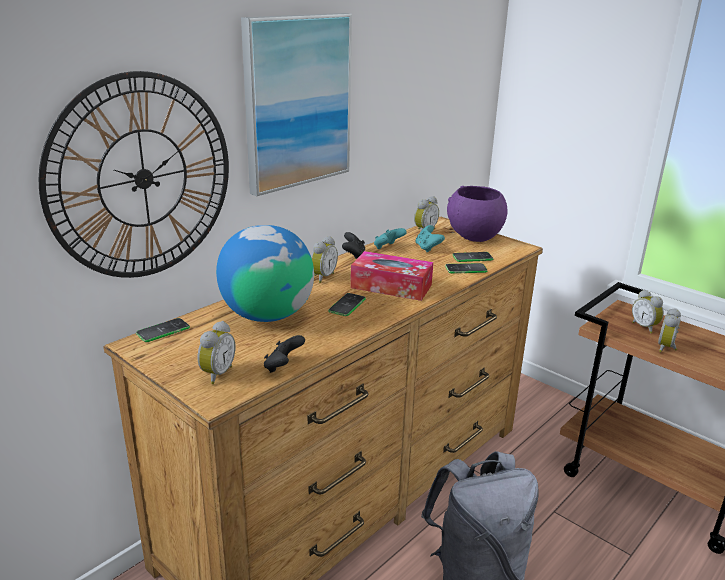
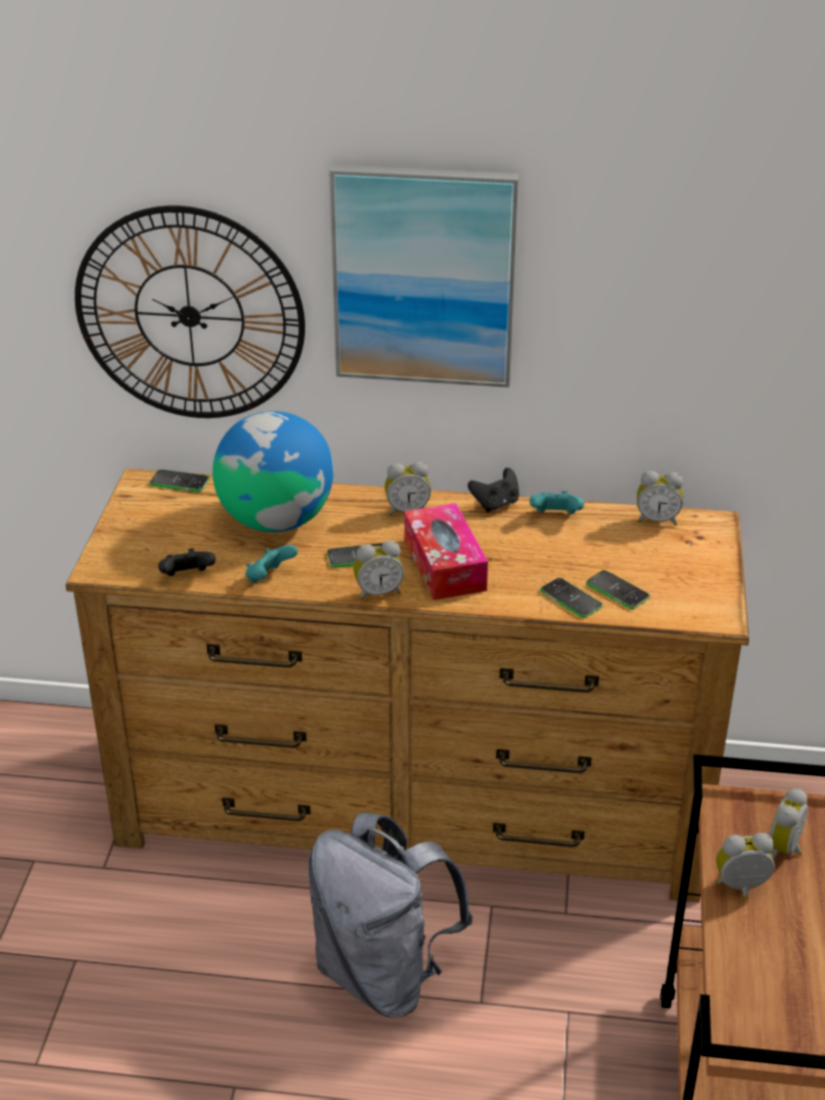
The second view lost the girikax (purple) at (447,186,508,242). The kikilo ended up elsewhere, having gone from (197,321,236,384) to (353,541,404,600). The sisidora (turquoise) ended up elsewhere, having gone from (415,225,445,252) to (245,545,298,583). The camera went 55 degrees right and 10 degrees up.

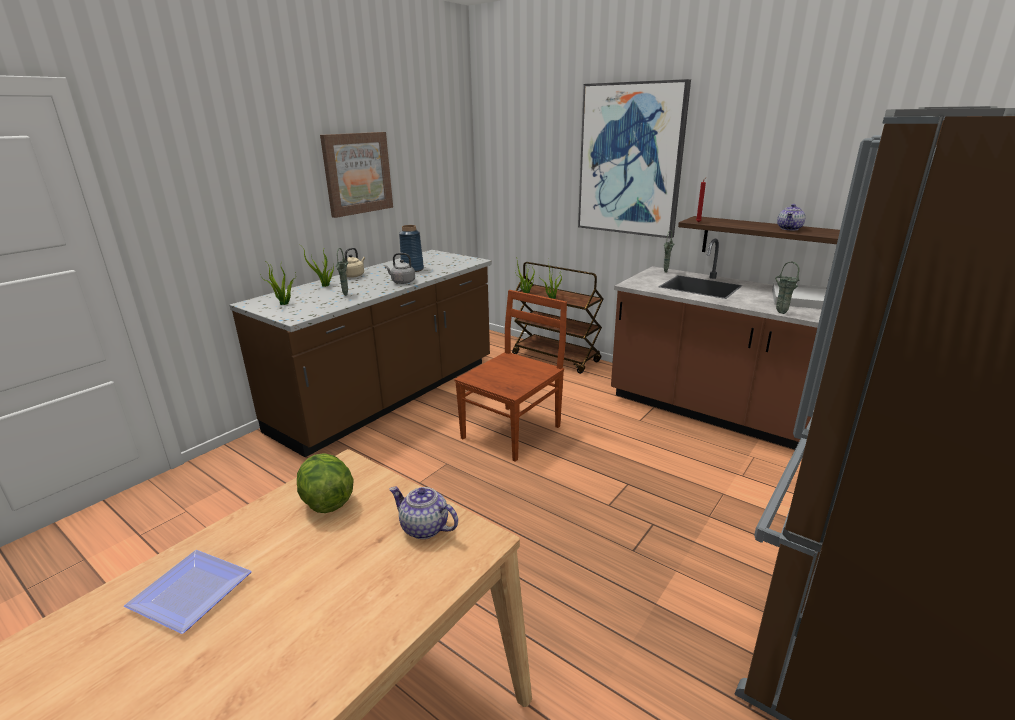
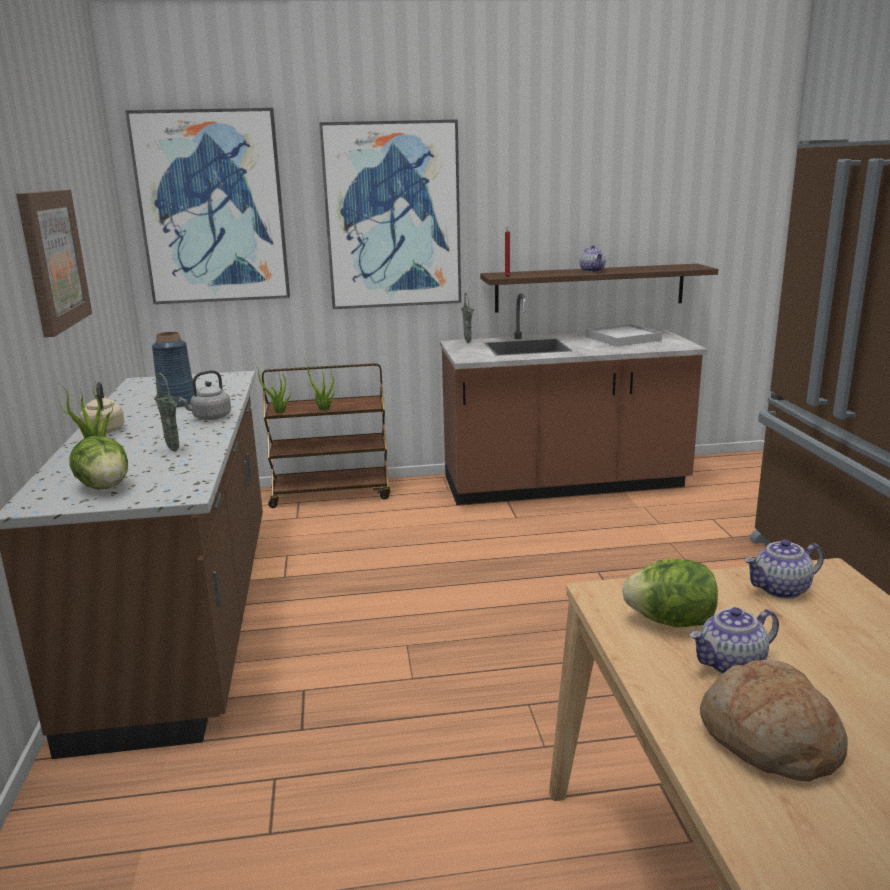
The second view lost the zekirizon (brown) at (454,290,567,462). The second view lost the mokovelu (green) at (775,262,800,314). The second view gained the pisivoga at (125,108,290,304). The second view gained the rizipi at (689,607,779,674). Where the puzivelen stood at (124,550,251,634), the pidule came to stand at (700,660,848,782). Where the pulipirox stood at (260,263,296,305), the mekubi came to stand at (69,436,128,489). The camera went 45 degrees left and 5 degrees down.

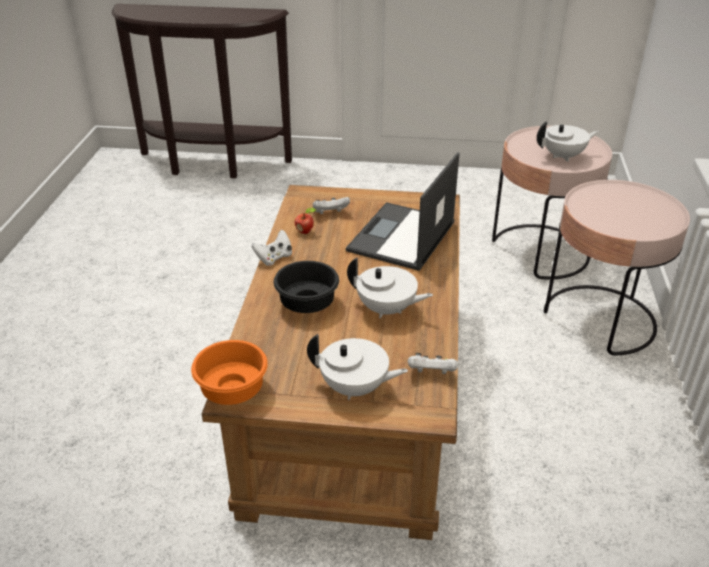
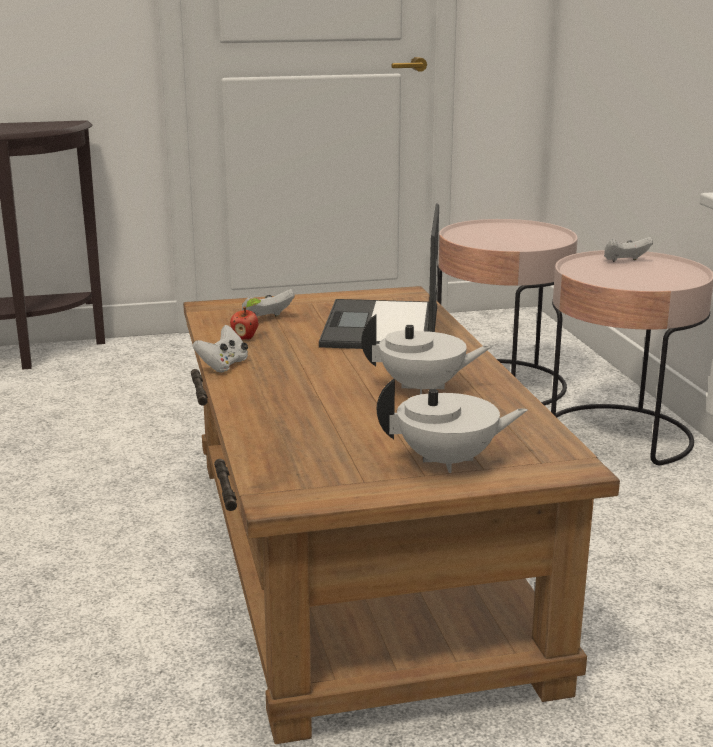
The second view lost the girikax (orange) at (191,340,268,405). The second view lost the girikax (black) at (274,261,339,313). The second view lost the rizipi (white) at (537,122,599,162). The sisidora (white) ended up elsewhere, having gone from (408,353,459,374) to (604,237,653,262). The camera went 20 degrees left and 15 degrees down.

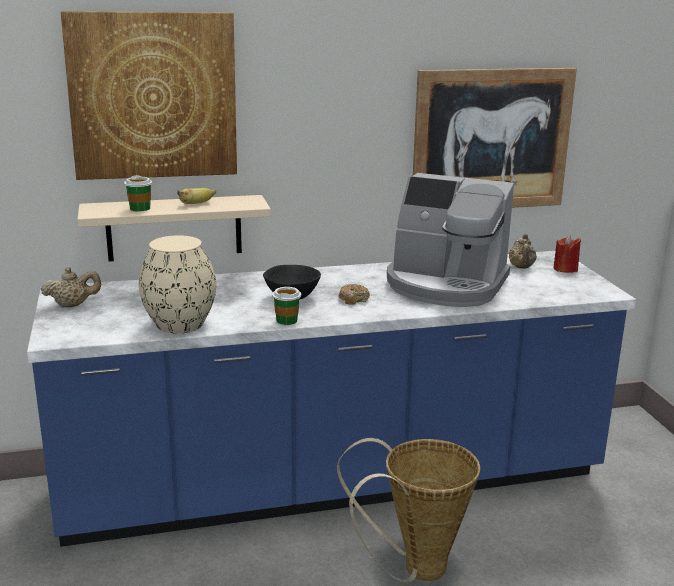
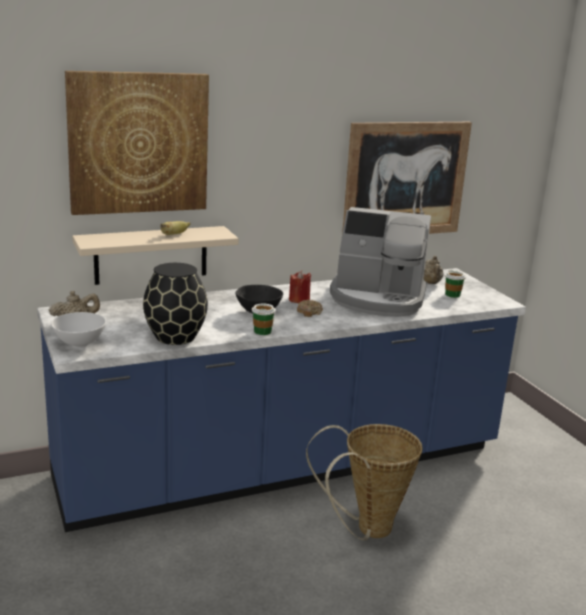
The second view gained the girikax (white) at (51,312,106,348). The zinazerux ended up elsewhere, having gone from (124,175,152,212) to (445,270,466,298). The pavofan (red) ended up elsewhere, having gone from (553,235,581,273) to (289,270,311,303). What was the mokovelu (beige) at (139,235,216,333) turned into the mokovelu (black) at (143,263,208,345). The camera went 10 degrees left and 0 degrees up.

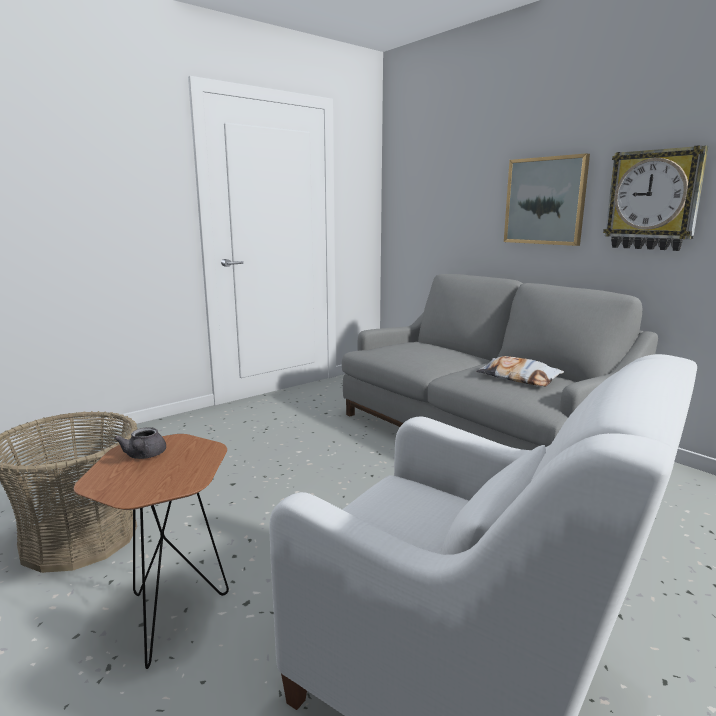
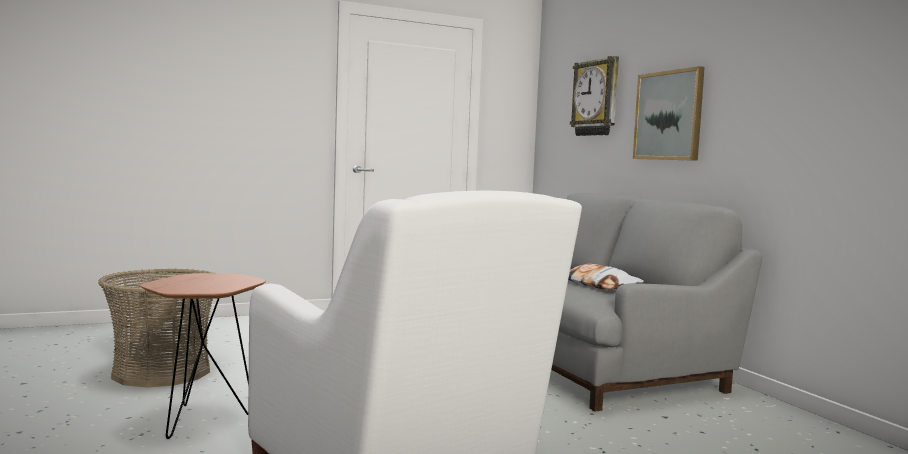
The second view lost the rizipi (grey) at (114,427,166,459). The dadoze ended up elsewhere, having gone from (603,145,708,251) to (570,56,619,136). The camera went 15 degrees right and 10 degrees down.

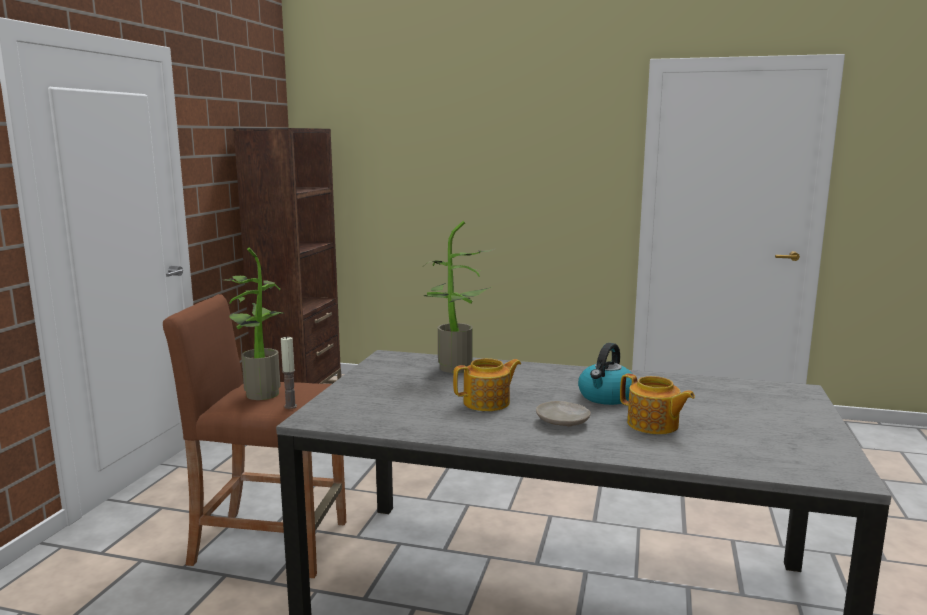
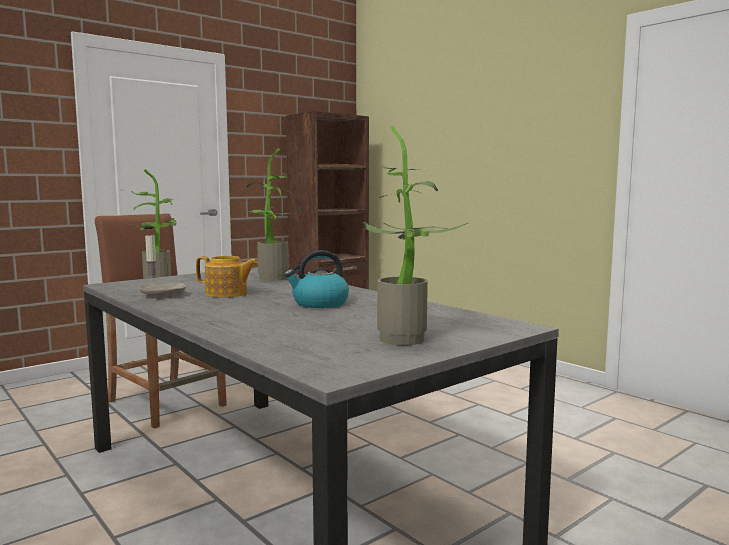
The second view lost the rizipi at (620,373,695,435). The second view gained the pulipirox at (363,126,469,346). The puzivelen (beige) ended up elsewhere, having gone from (536,401,591,427) to (139,282,186,298). The camera went 35 degrees right and 5 degrees down.

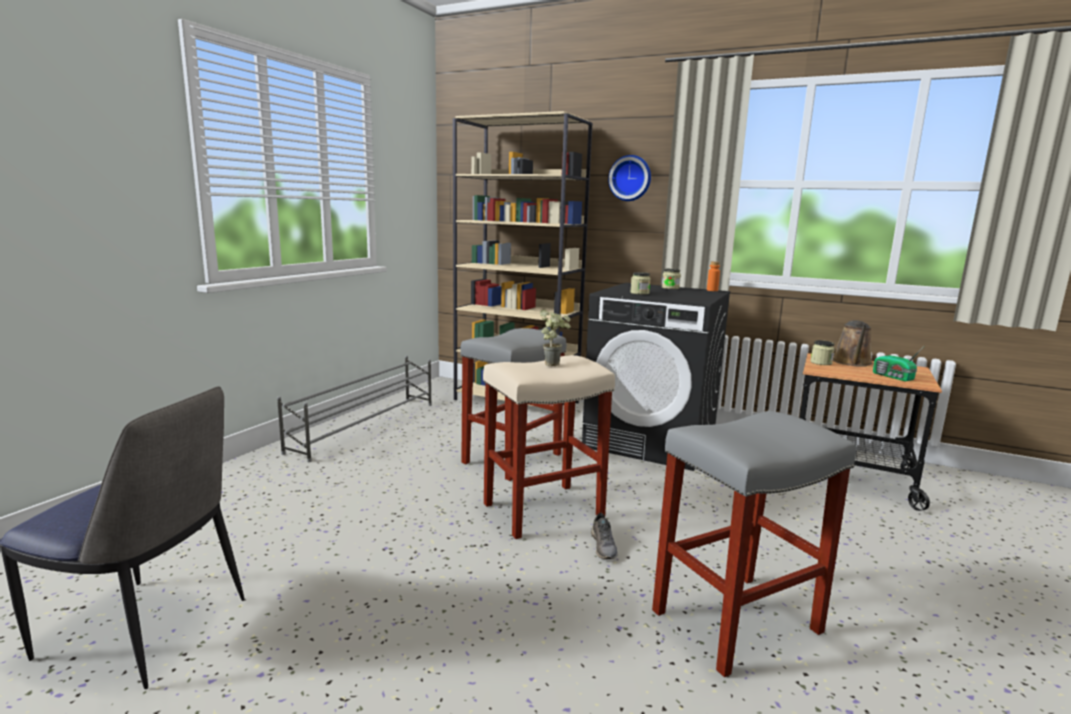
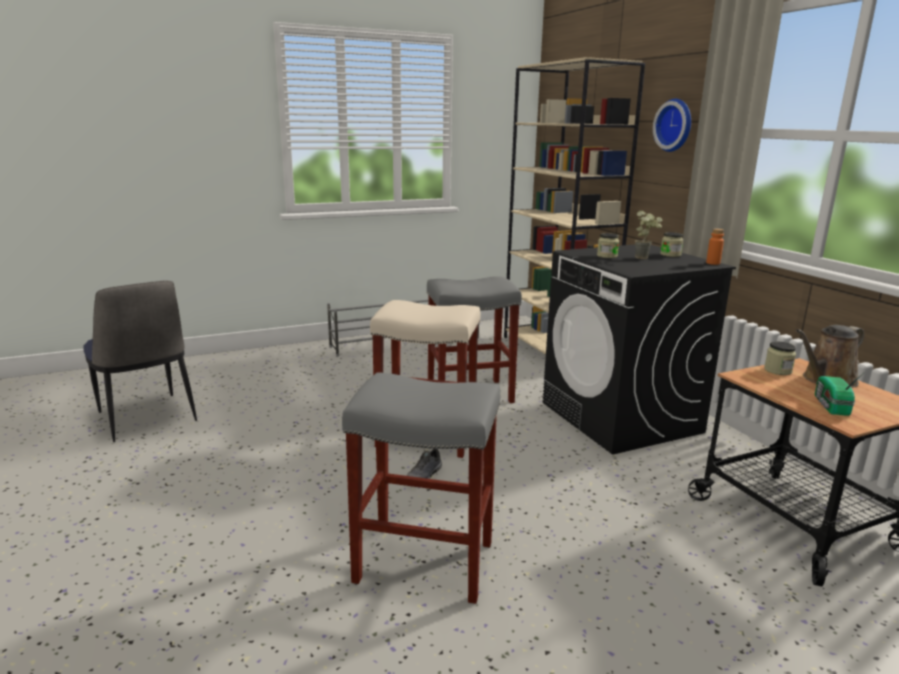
The pulipirox ended up elsewhere, having gone from (540,310,571,366) to (635,210,662,259). The camera went 40 degrees right and 5 degrees up.

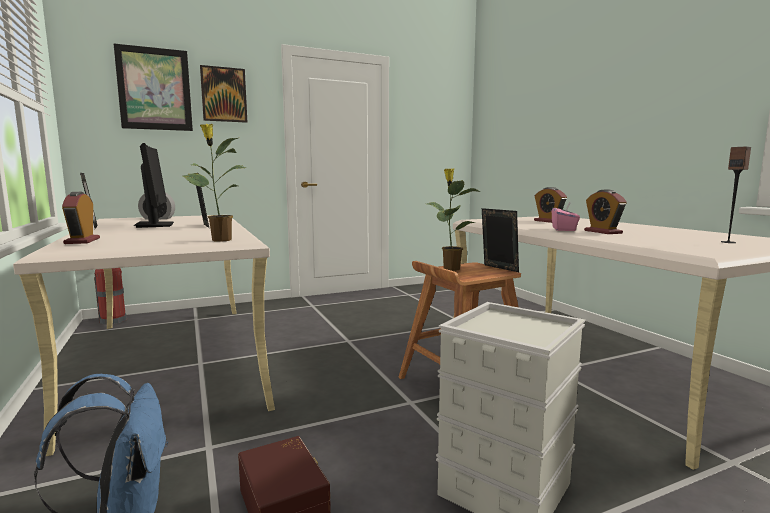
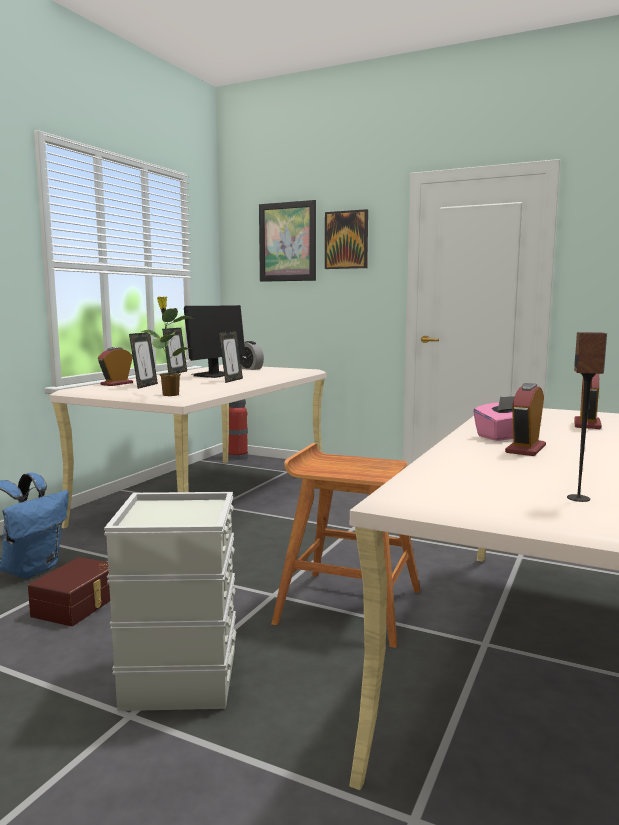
The second view lost the pulipirox at (427,168,481,271). The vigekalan ended up elsewhere, having gone from (482,208,519,272) to (129,333,158,389). The camera went 50 degrees right and 0 degrees up.

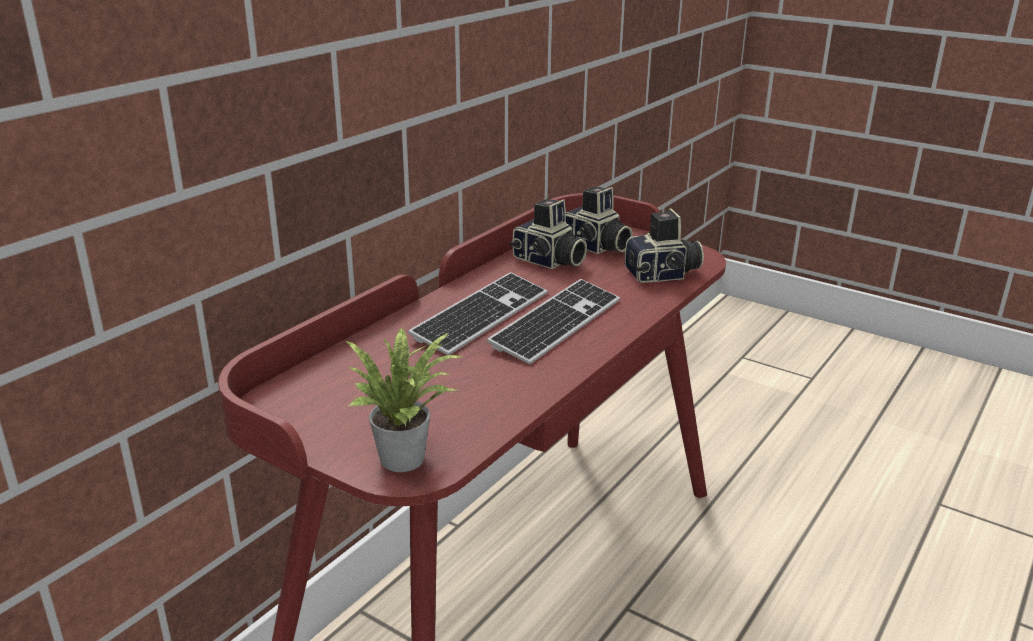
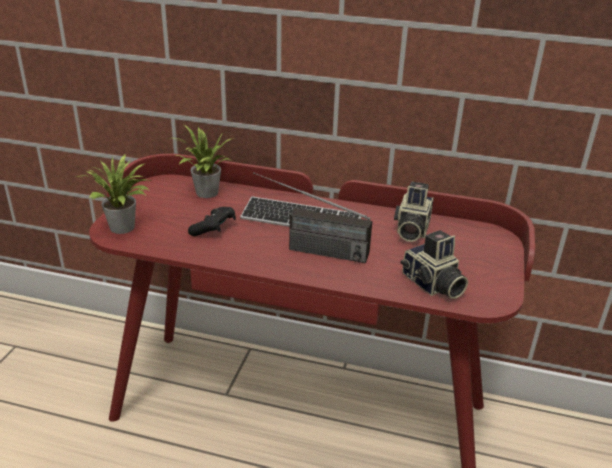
The second view lost the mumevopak at (566,186,633,254). The second view gained the pulipirox at (175,125,234,198). The second view gained the sisidora (black) at (188,207,236,236). Where the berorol stood at (487,279,620,364), the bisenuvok came to stand at (253,172,372,263). The camera went 70 degrees right and 5 degrees up.

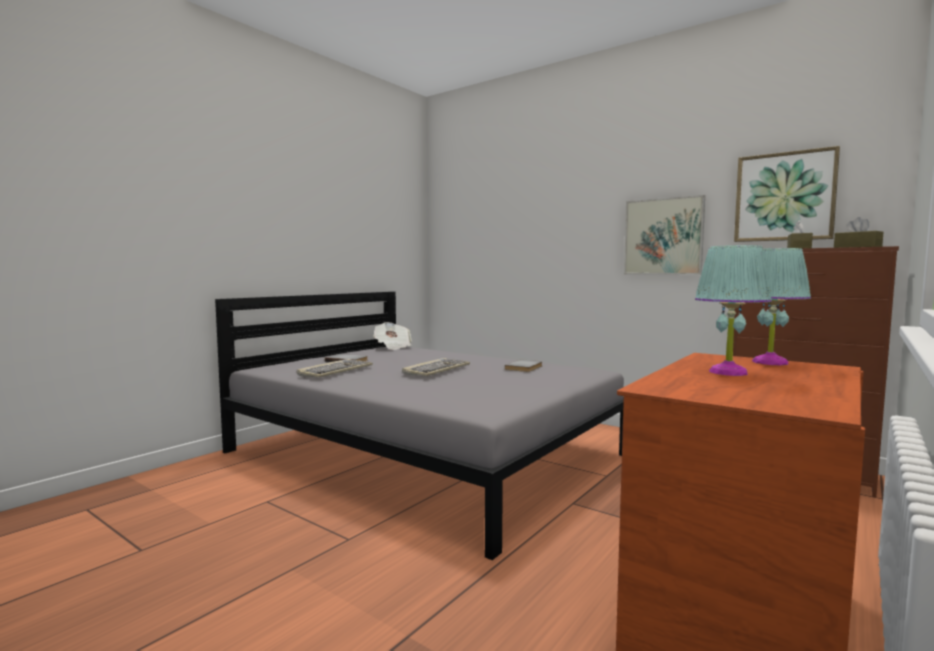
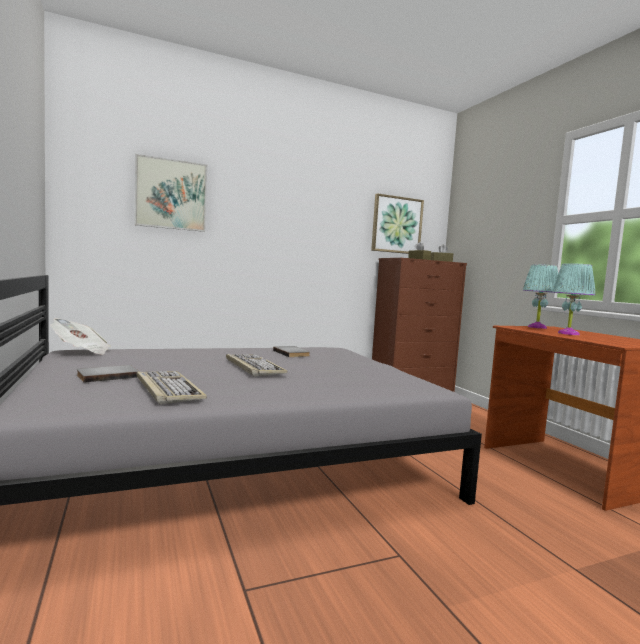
The pisivoga ended up elsewhere, having gone from (624,195,705,275) to (134,154,207,232). The camera went 60 degrees left and 0 degrees up.

